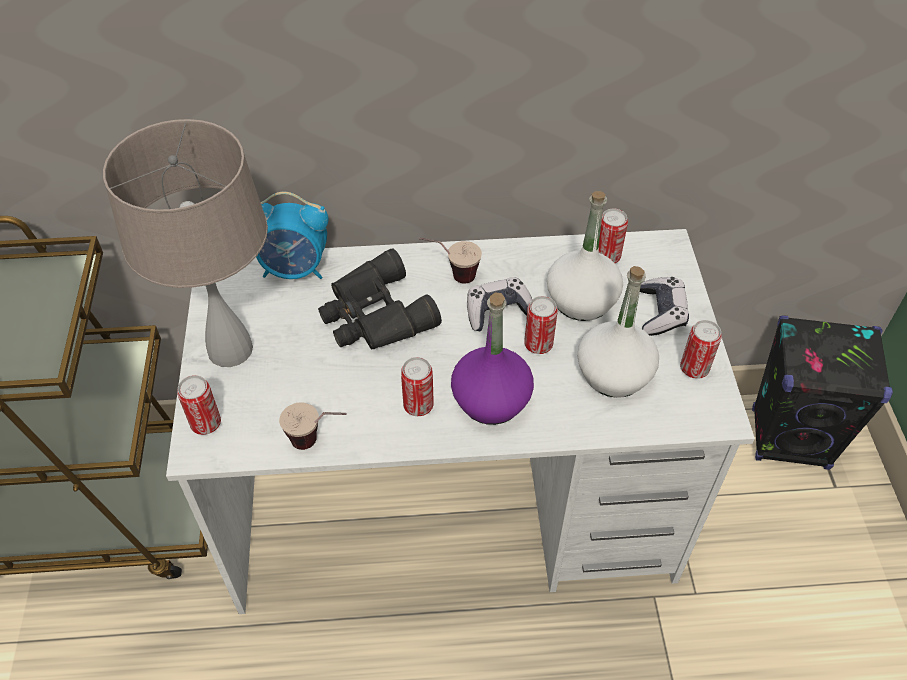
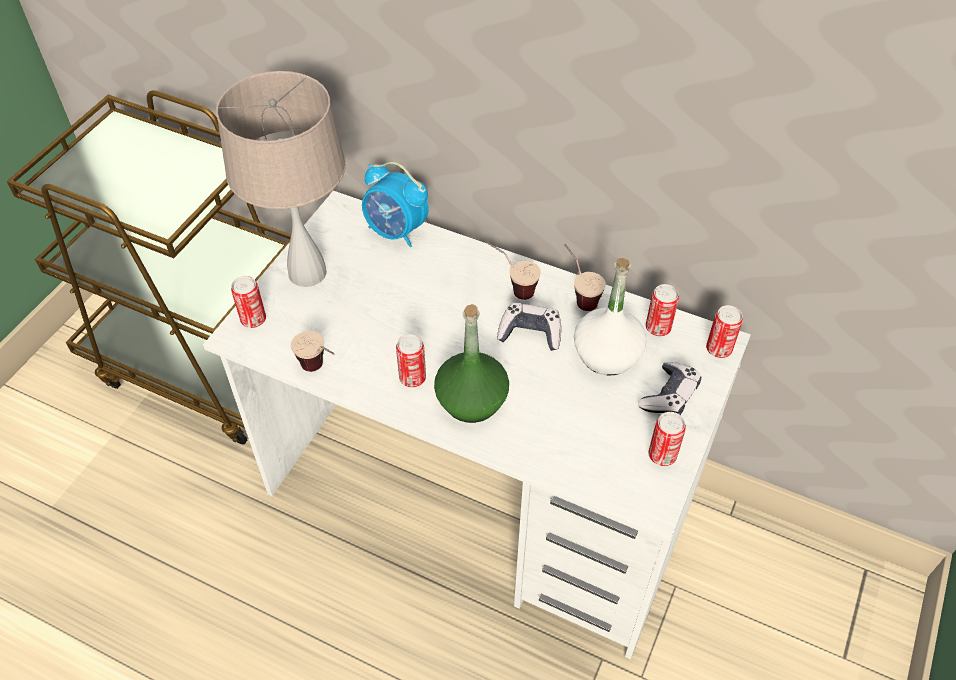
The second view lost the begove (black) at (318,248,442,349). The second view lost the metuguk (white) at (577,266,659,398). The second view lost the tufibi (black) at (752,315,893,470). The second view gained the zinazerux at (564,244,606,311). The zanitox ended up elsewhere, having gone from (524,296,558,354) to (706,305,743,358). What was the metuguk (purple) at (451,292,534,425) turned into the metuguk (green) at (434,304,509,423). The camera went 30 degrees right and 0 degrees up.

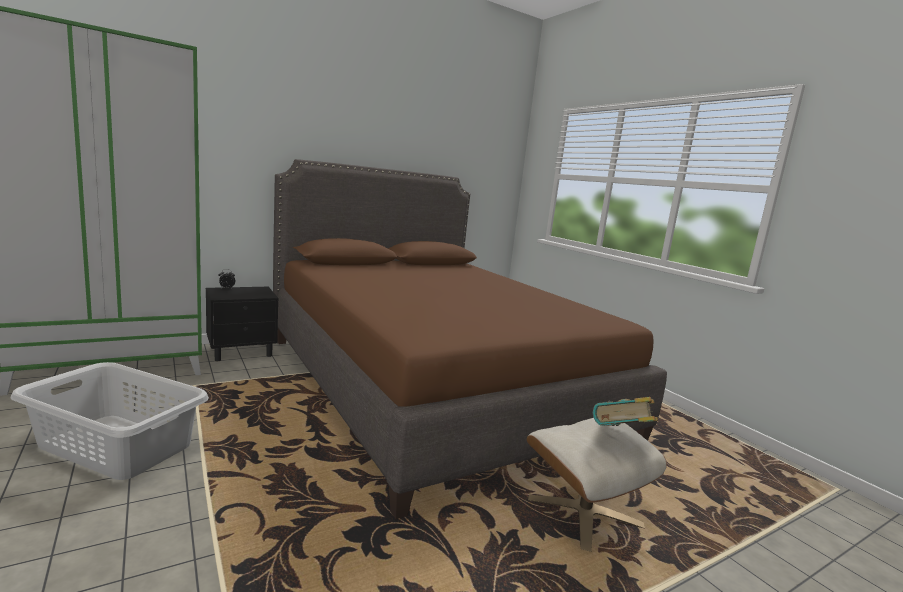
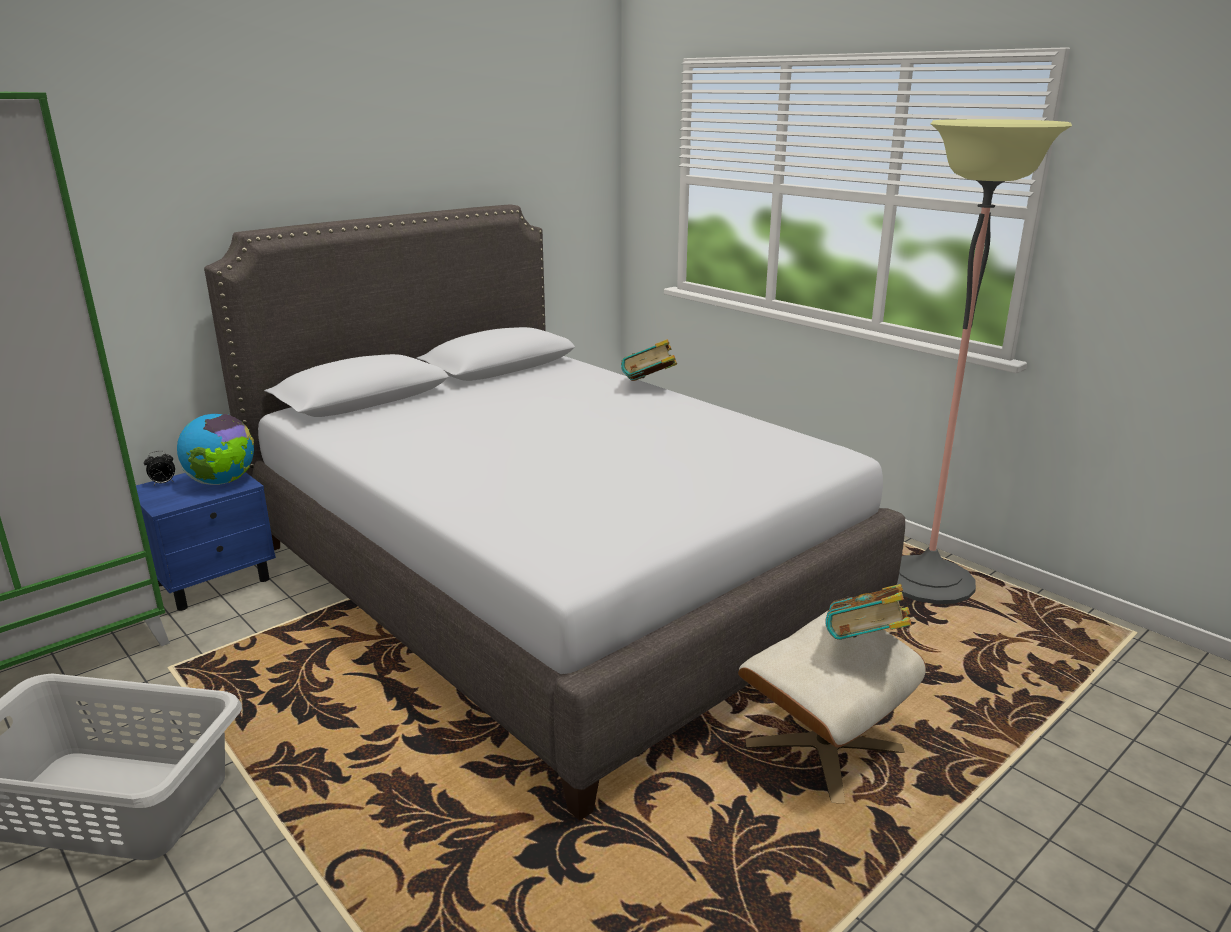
The second view gained the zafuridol at (177,414,254,485). The second view gained the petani at (621,339,677,381). The second view gained the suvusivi at (897,119,1072,604). What was the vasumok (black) at (206,287,278,361) turned into the vasumok (blue) at (136,472,276,611). What was the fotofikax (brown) at (273,159,667,519) turned into the fotofikax (grey) at (204,204,905,821). The camera went 10 degrees left and 10 degrees up.

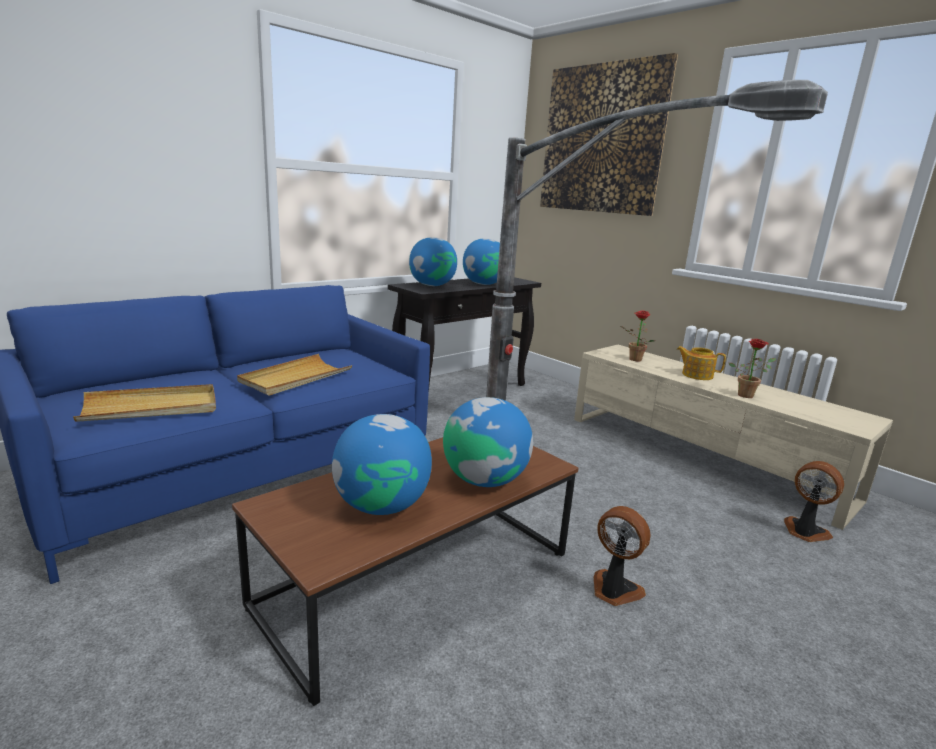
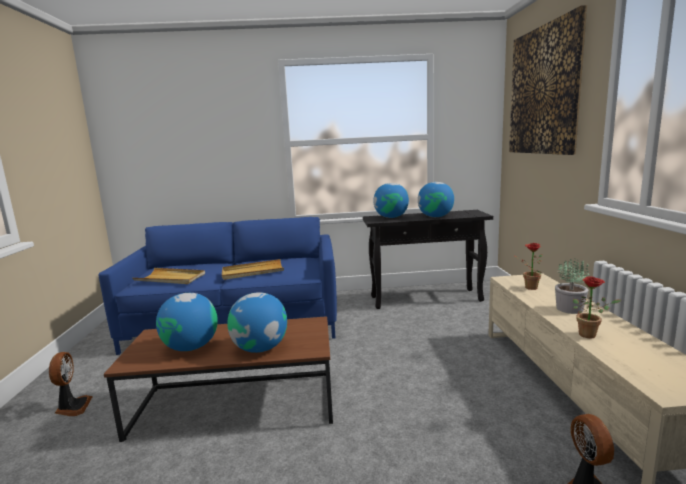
The second view lost the suvusivi at (486,80,828,401). The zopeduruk ended up elsewhere, having gone from (594,506,651,606) to (49,352,93,416). Where the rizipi stood at (677,346,726,380), the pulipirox came to stand at (555,258,589,314). The camera went 40 degrees right and 5 degrees down.

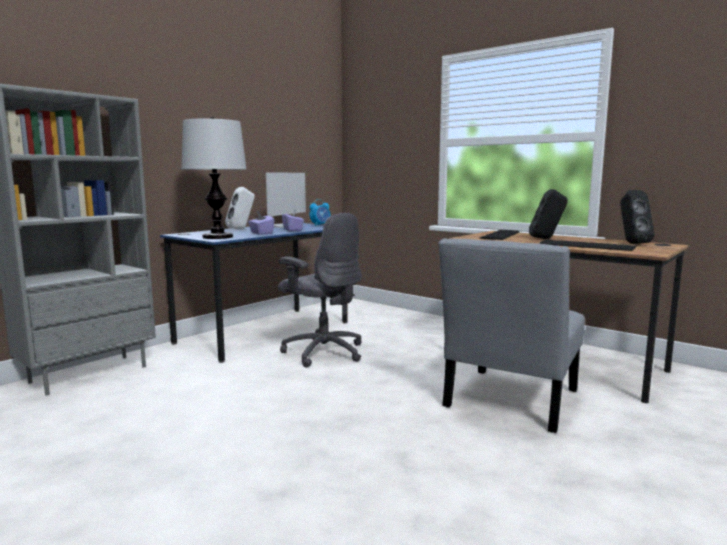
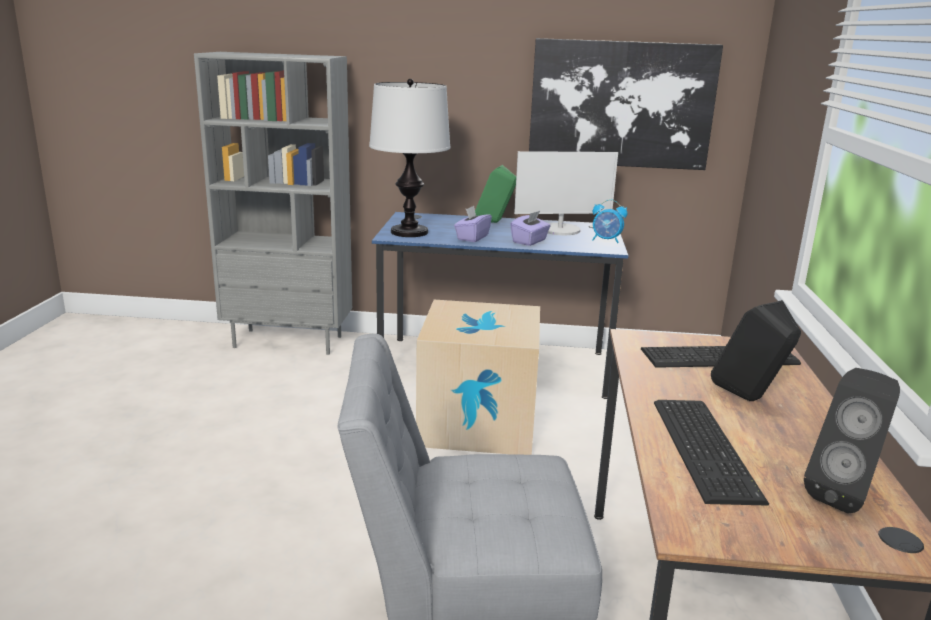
The second view gained the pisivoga at (529,38,723,170). Where the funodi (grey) stood at (278,213,362,368), the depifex came to stand at (416,300,540,455). What was the tufibi (white) at (225,187,254,229) turned into the tufibi (green) at (475,165,516,223). The camera went 55 degrees right and 10 degrees up.

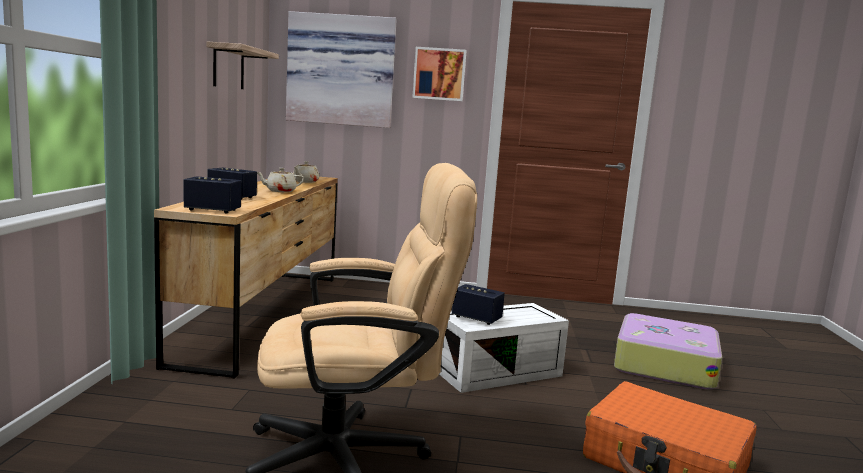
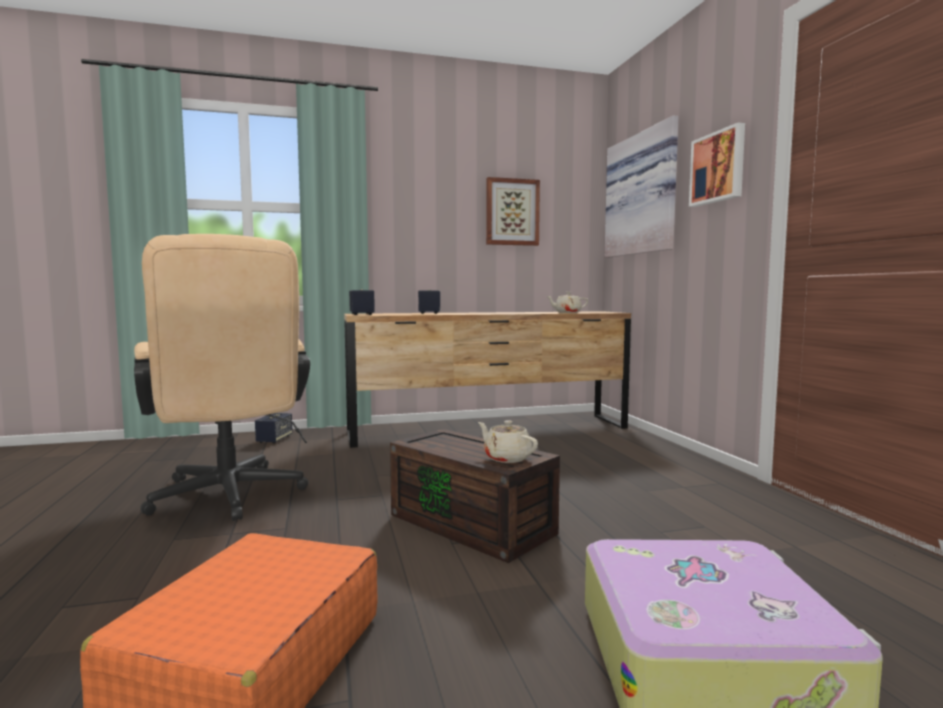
The rizipi (beige) ended up elsewhere, having gone from (257,168,304,192) to (478,420,538,463). The tufibi ended up elsewhere, having gone from (452,284,505,325) to (255,413,293,444). Where the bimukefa hung at (207,41,279,89), the pisivoga came to hang at (486,177,540,246). What was the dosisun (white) at (439,303,569,393) turned into the dosisun (brown) at (390,429,560,563). The camera went 70 degrees right and 5 degrees down.

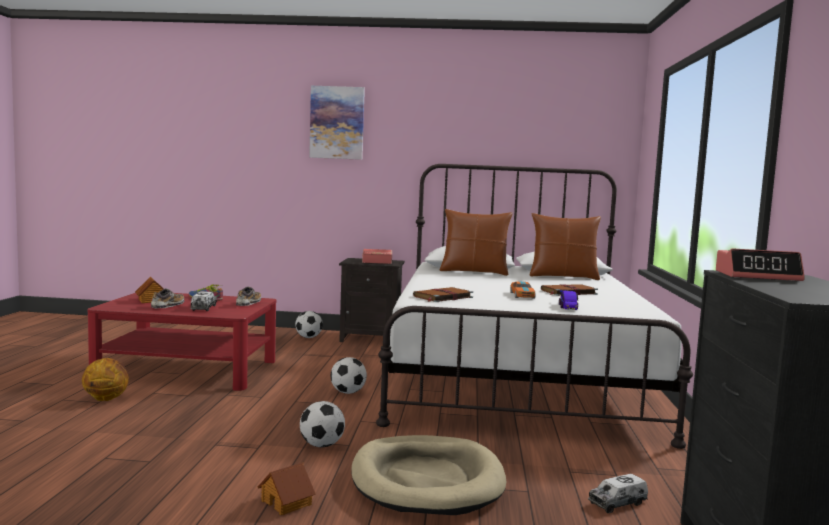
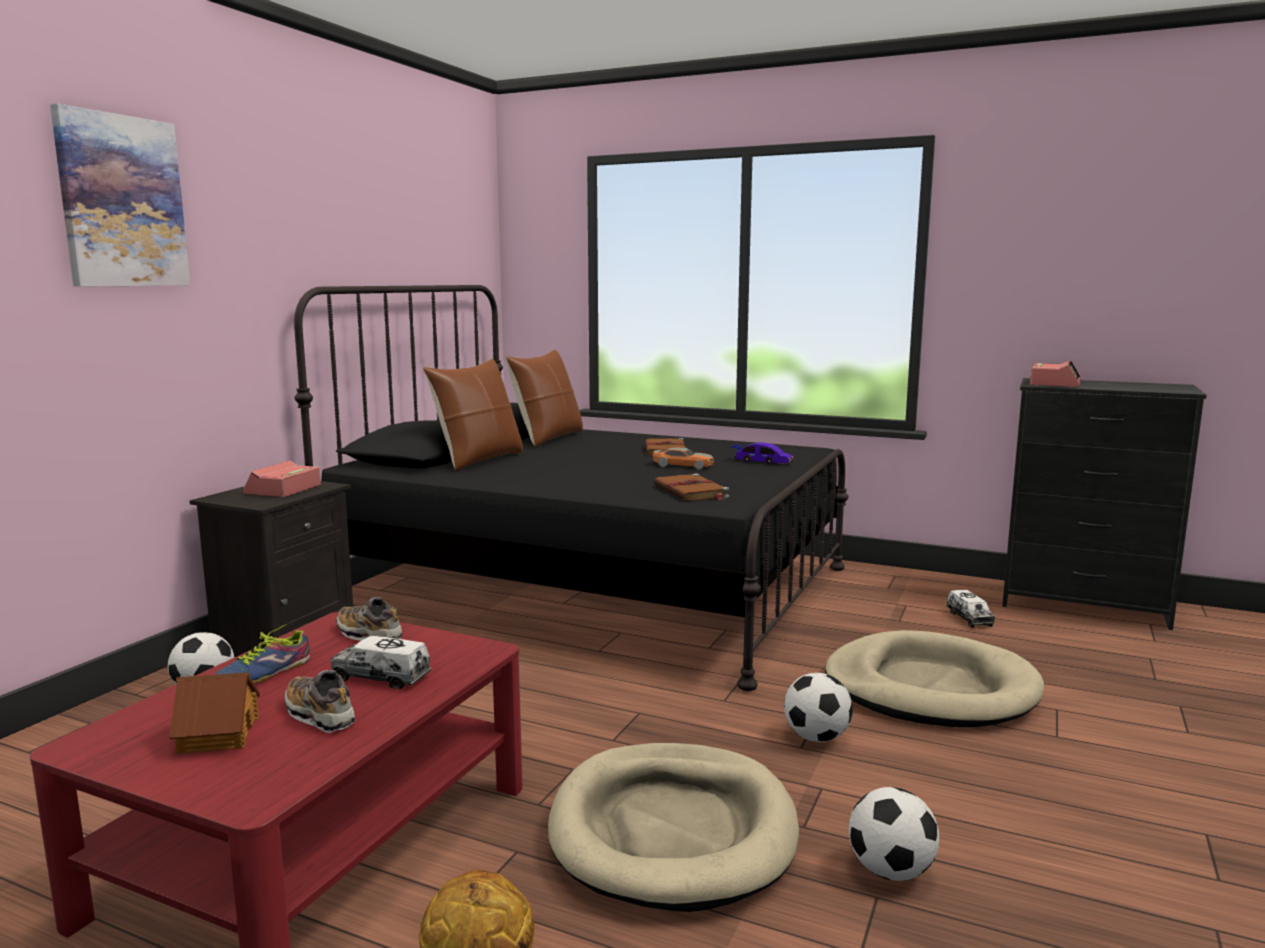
The second view lost the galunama at (258,462,316,515). The second view gained the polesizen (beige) at (548,743,799,912). The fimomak ended up elsewhere, having gone from (331,357,367,394) to (849,787,939,881). What was the fotofikax (white) at (376,164,693,449) turned into the fotofikax (black) at (294,285,848,691). The camera went 70 degrees left and 5 degrees up.

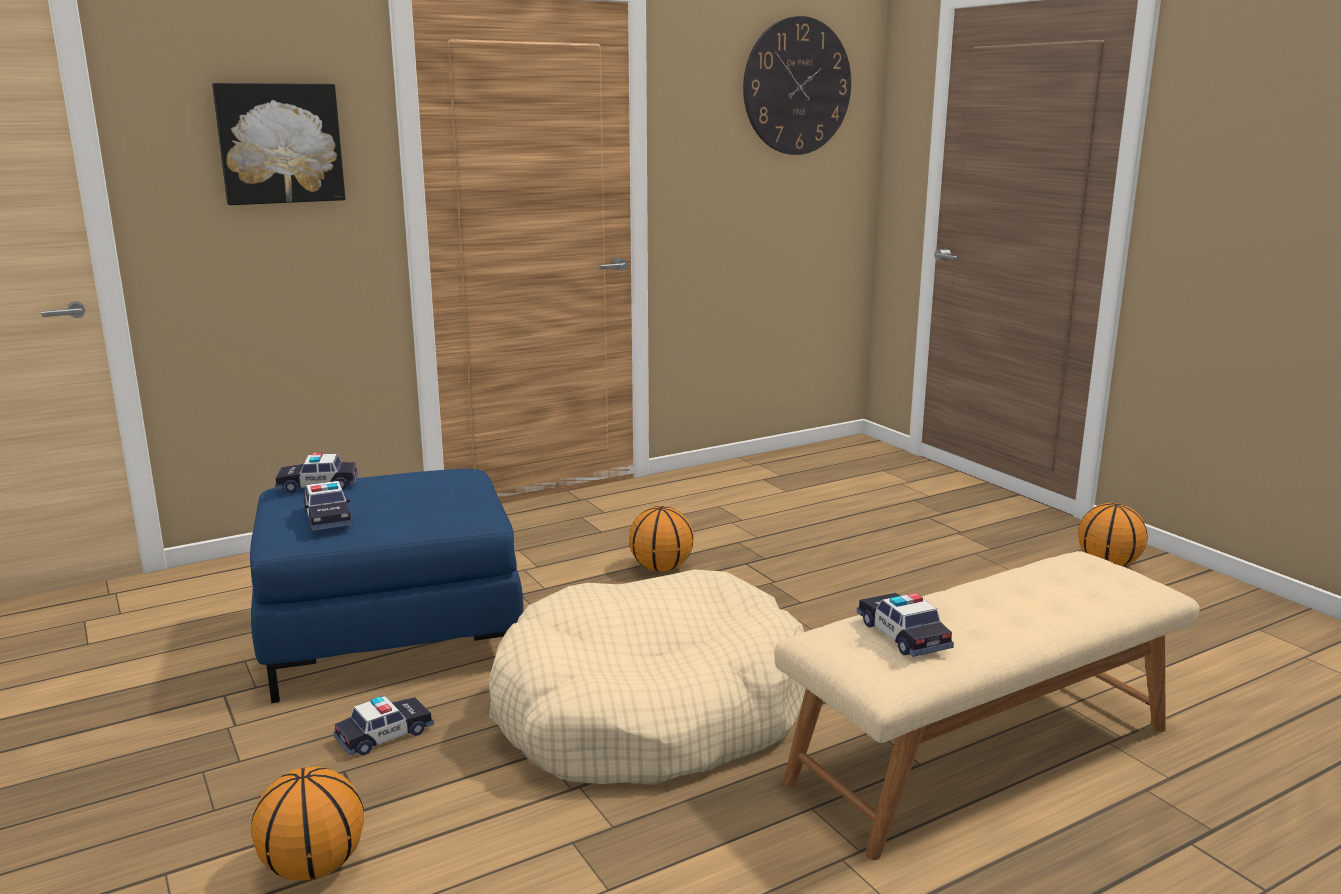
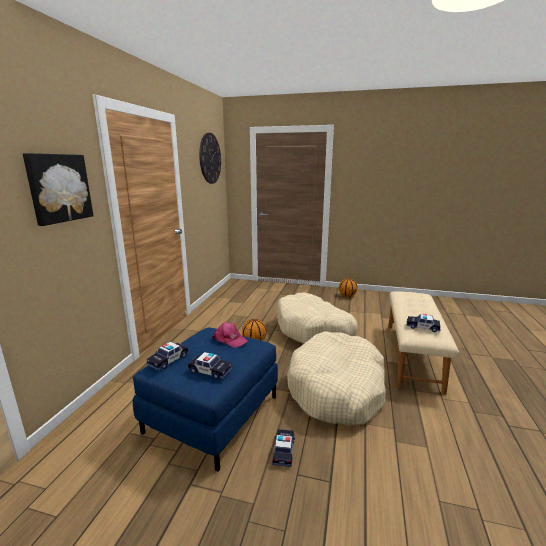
The second view lost the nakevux at (251,766,364,881). The second view gained the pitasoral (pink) at (212,322,248,348). The second view gained the polesizen (beige) at (278,293,358,344). The camera went 45 degrees left and 0 degrees up.

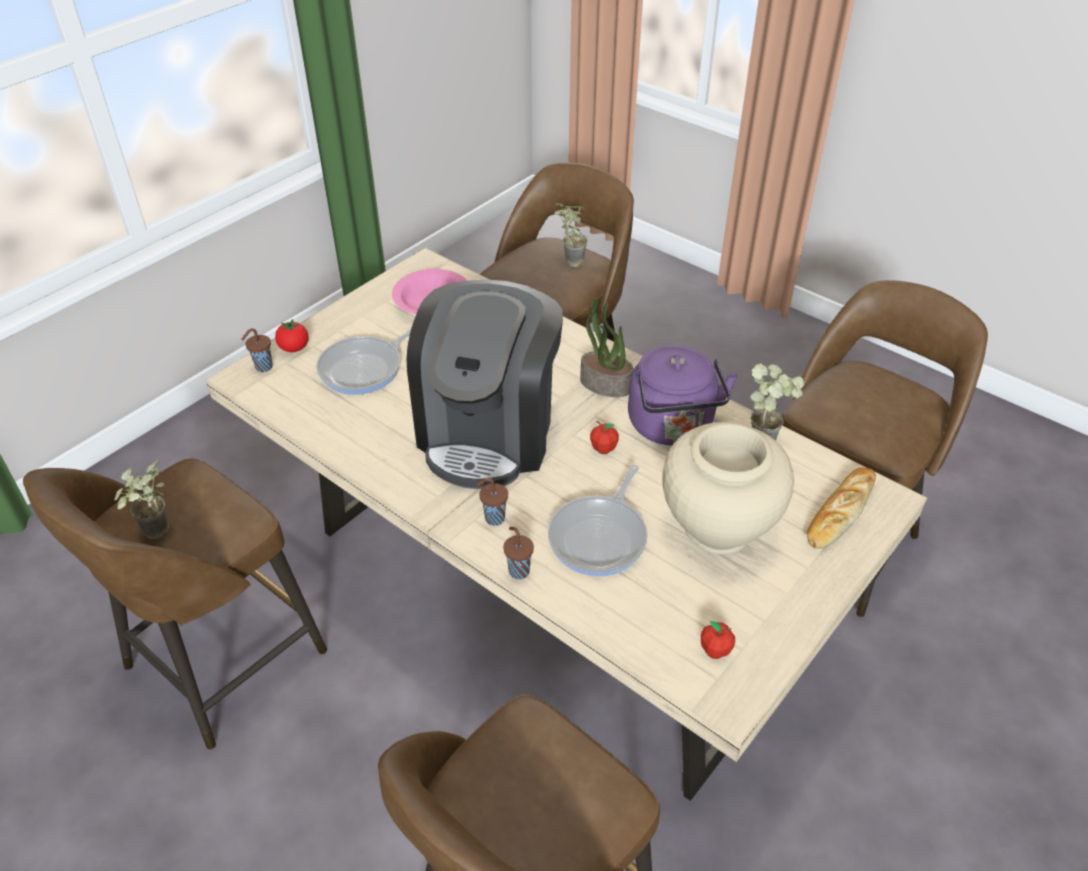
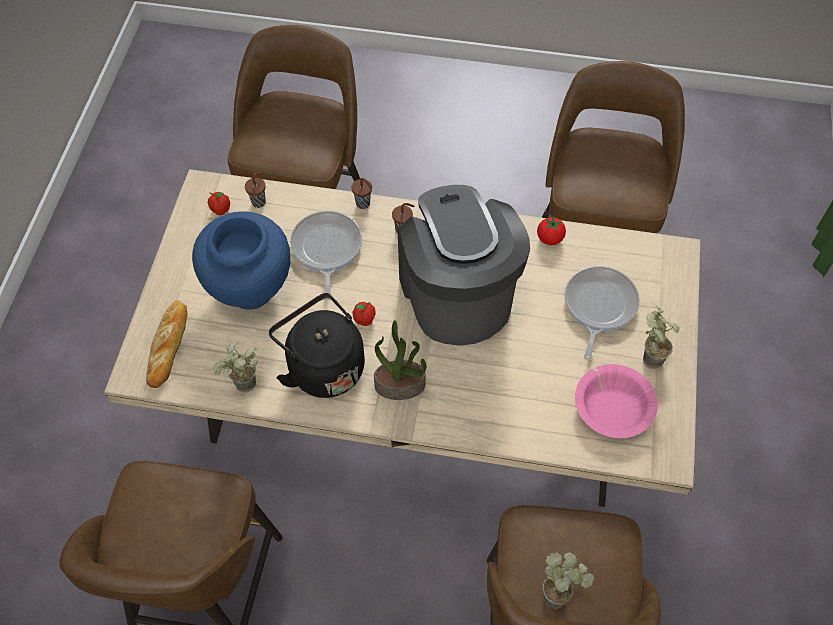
The pulipirox ended up elsewhere, having gone from (114,459,169,539) to (643,306,679,369). The zinazerux (brown) ended up elsewhere, having gone from (241,328,273,372) to (245,173,266,208). The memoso ended up elsewhere, having gone from (275,319,309,352) to (537,217,566,245). What was the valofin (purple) at (628,345,737,445) turned into the valofin (black) at (269,293,365,398). What was the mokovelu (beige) at (662,422,794,554) turned into the mokovelu (blue) at (192,211,290,310). The camera went 150 degrees right and 15 degrees up.

